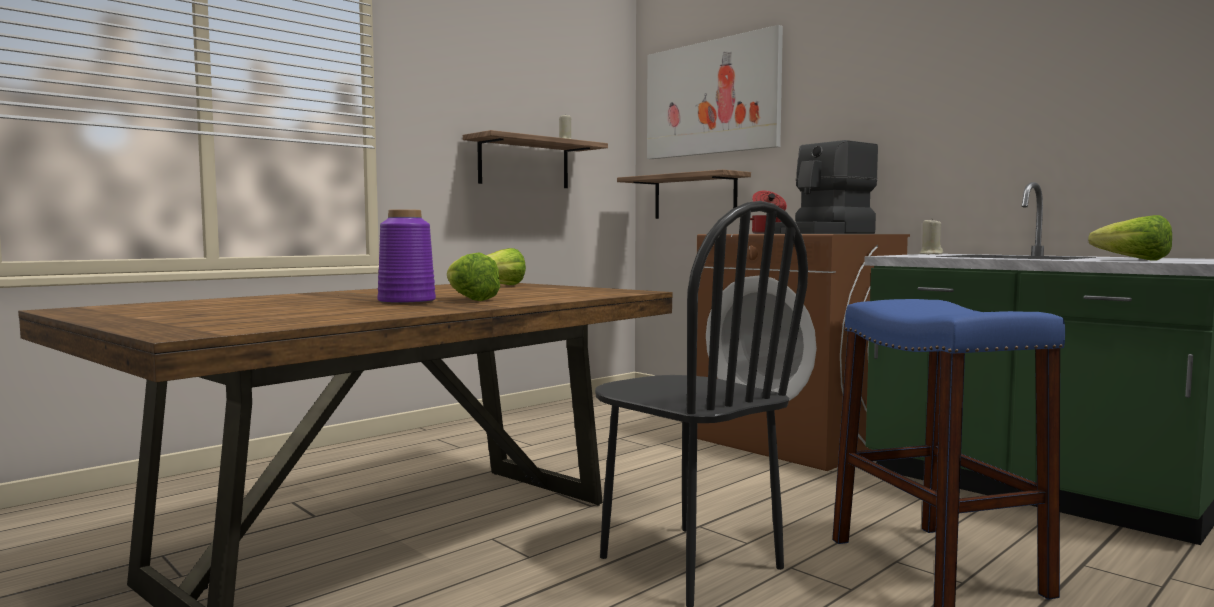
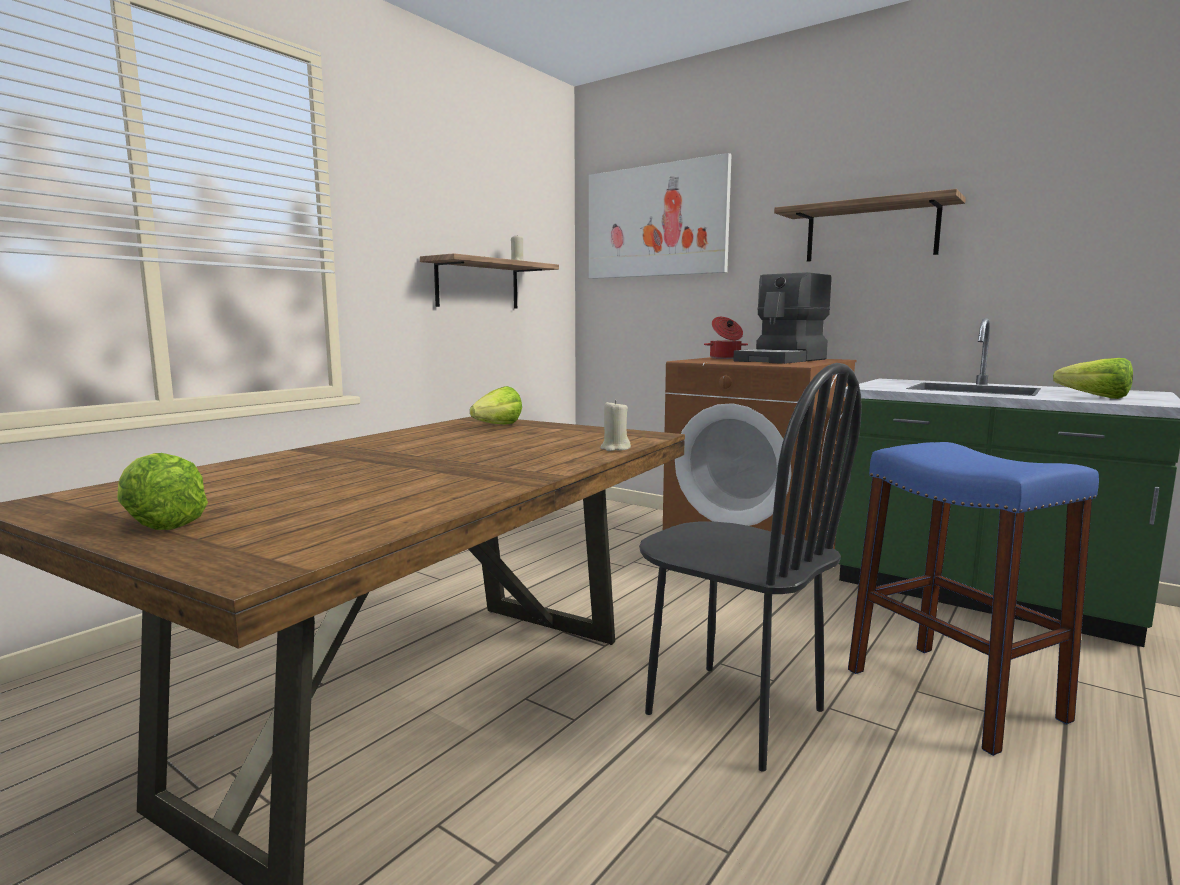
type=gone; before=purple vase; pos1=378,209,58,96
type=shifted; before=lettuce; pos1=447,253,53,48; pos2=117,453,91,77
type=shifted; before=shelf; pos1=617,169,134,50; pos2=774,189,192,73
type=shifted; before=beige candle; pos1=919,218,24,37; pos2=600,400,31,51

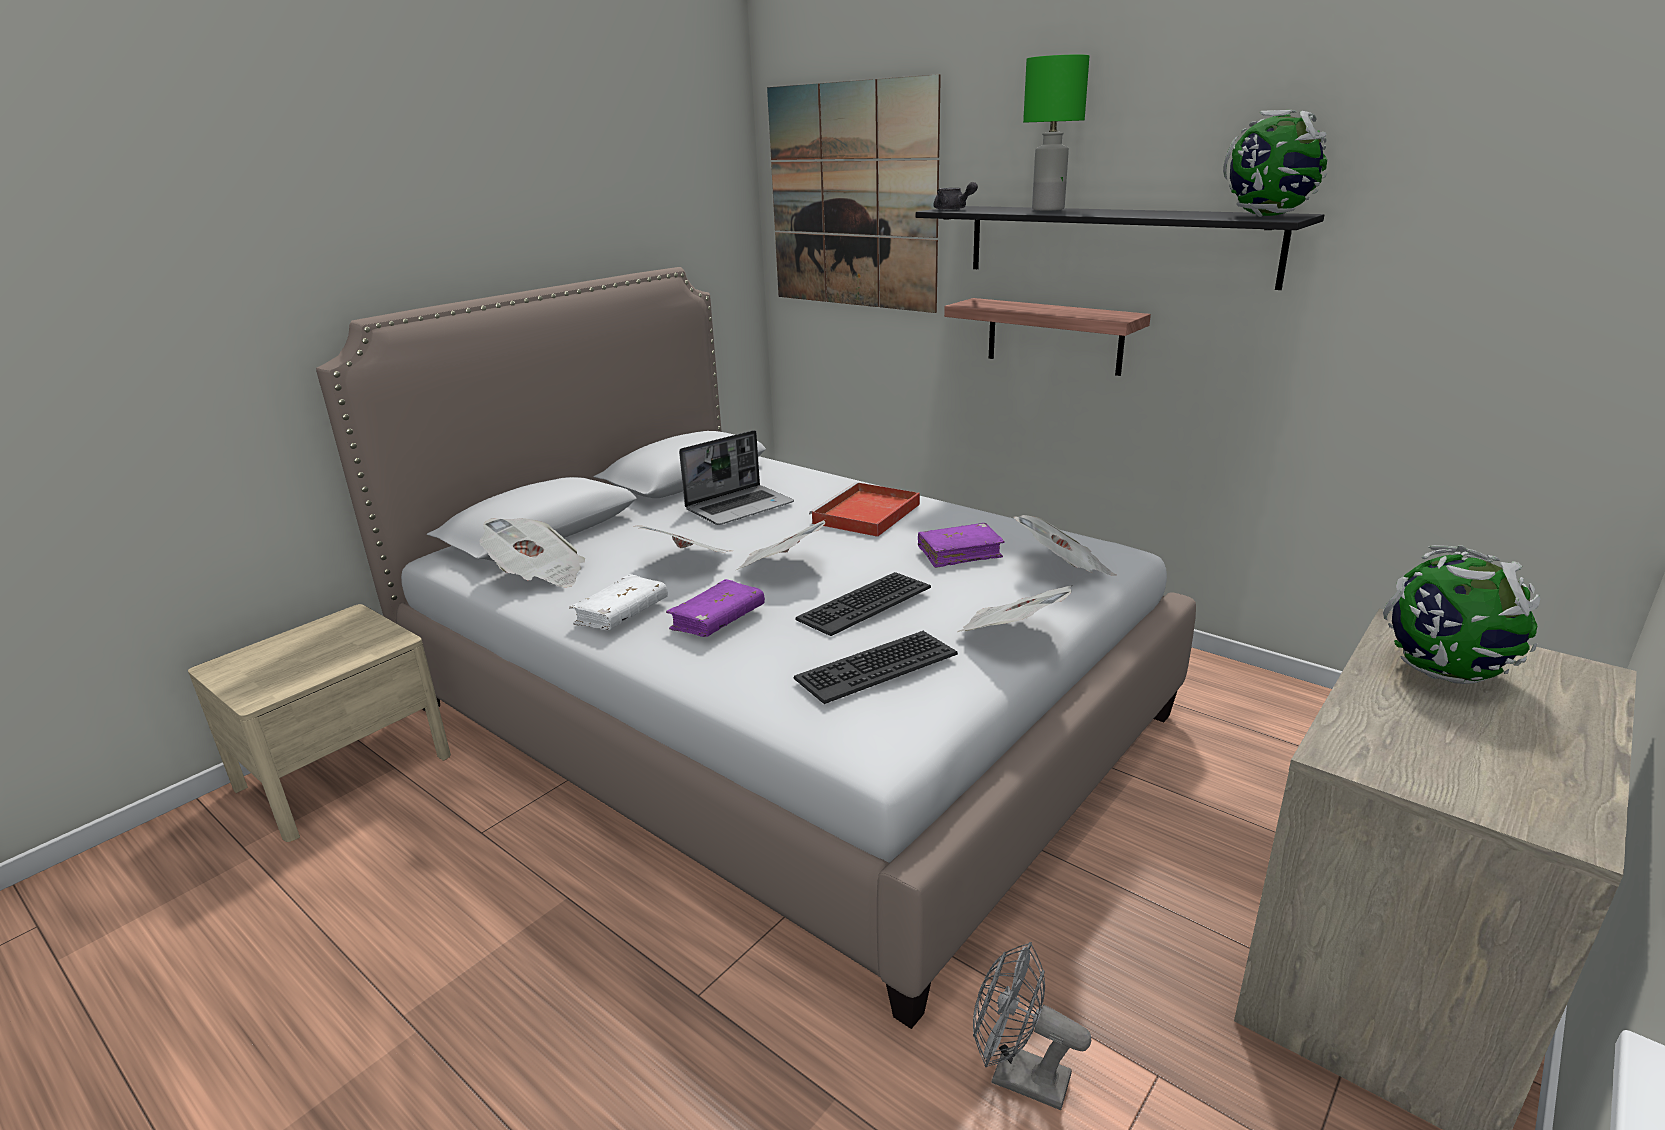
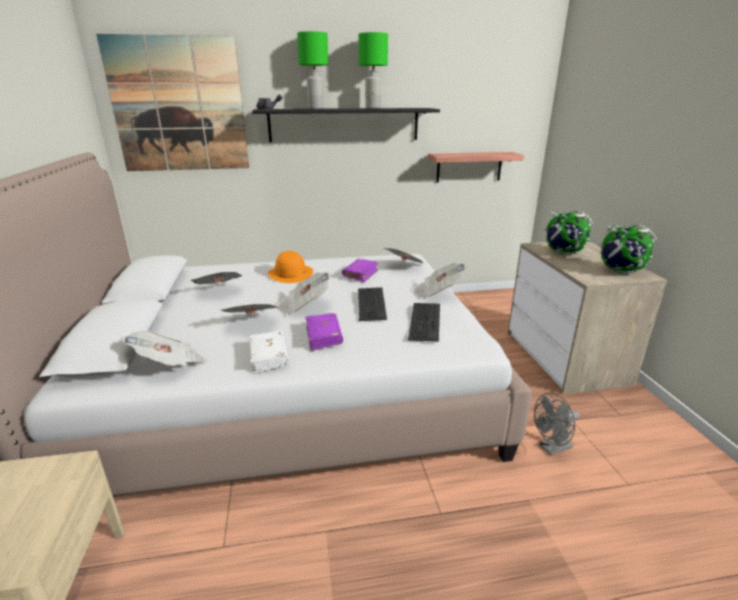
type=new; after=green table lamp; pos2=359,32,29,77
type=shifted; before=shelf; pos1=944,298,207,78; pos2=428,152,96,31
type=shifted; before=globe; pos1=1223,110,105,107; pos2=598,224,59,50
type=swapped; before=laptop; after=newspaper; pos1=679,430,115,95; pos2=191,272,51,12
type=swapped; before=red tray; after=orange hat; pos1=809,482,111,55; pos2=268,251,45,32

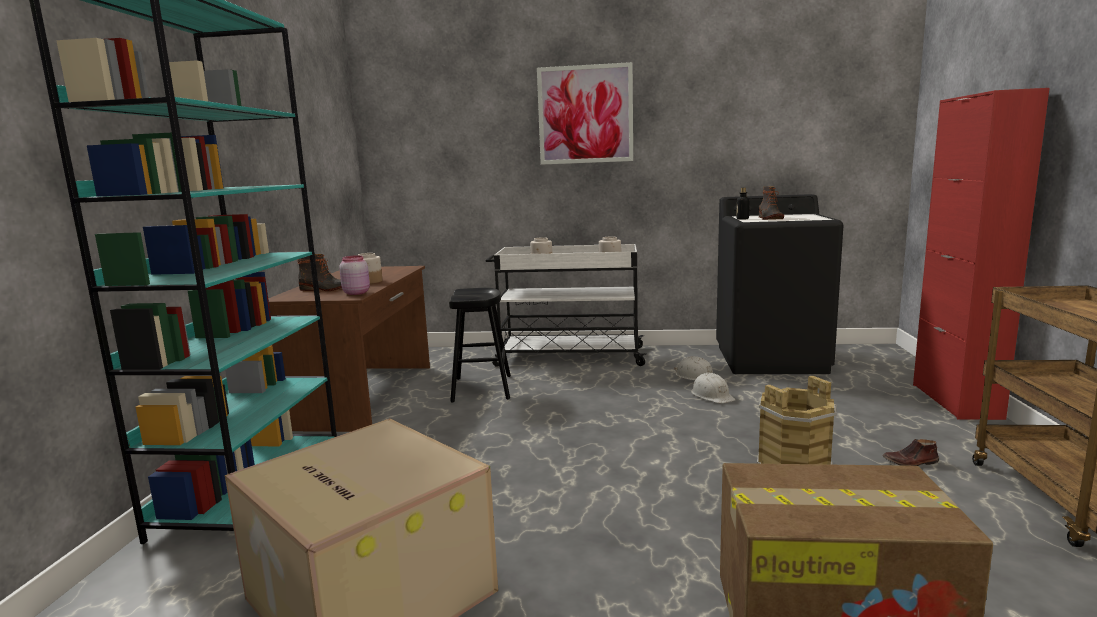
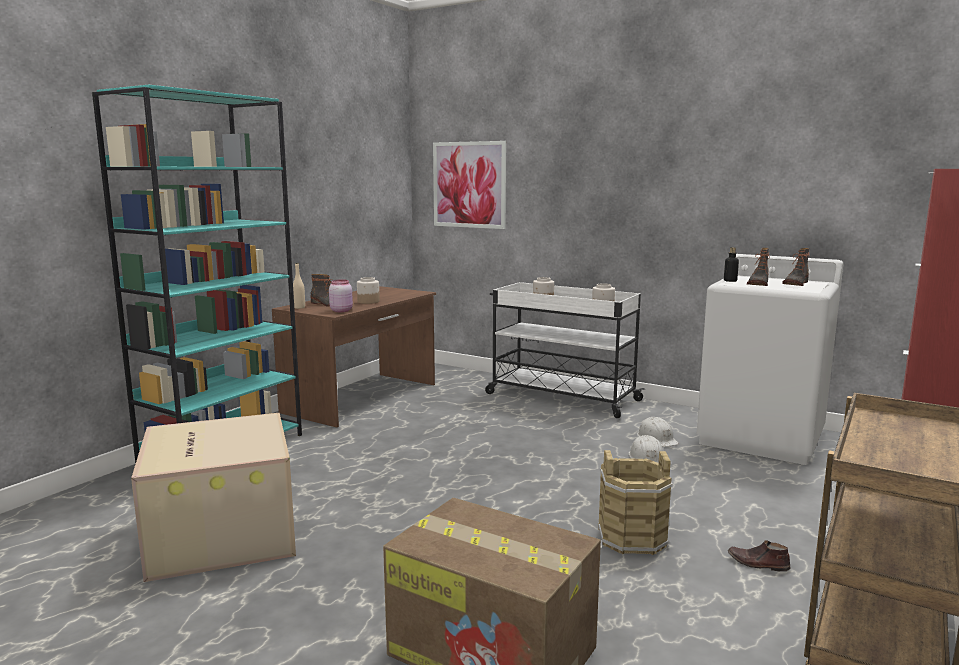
type=gone; before=black stool; pos1=449,288,62,114
type=new; after=beige bottle; pos2=293,263,12,46
type=new; after=boot; pos2=782,248,27,38
type=shifted; before=picture; pos1=537,62,96,103; pos2=433,141,73,88
type=repainted; before=black washing machine; after=white washing machine; pos1=716,194,128,180; pos2=697,254,147,211

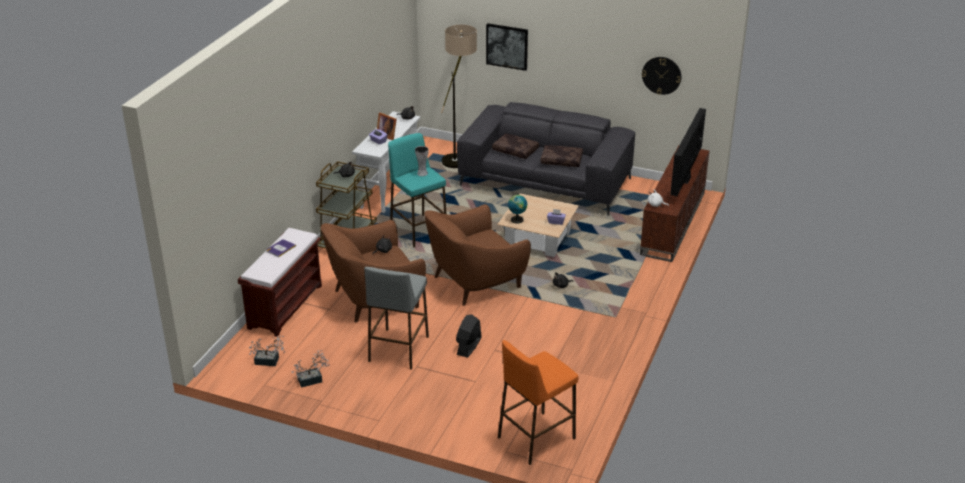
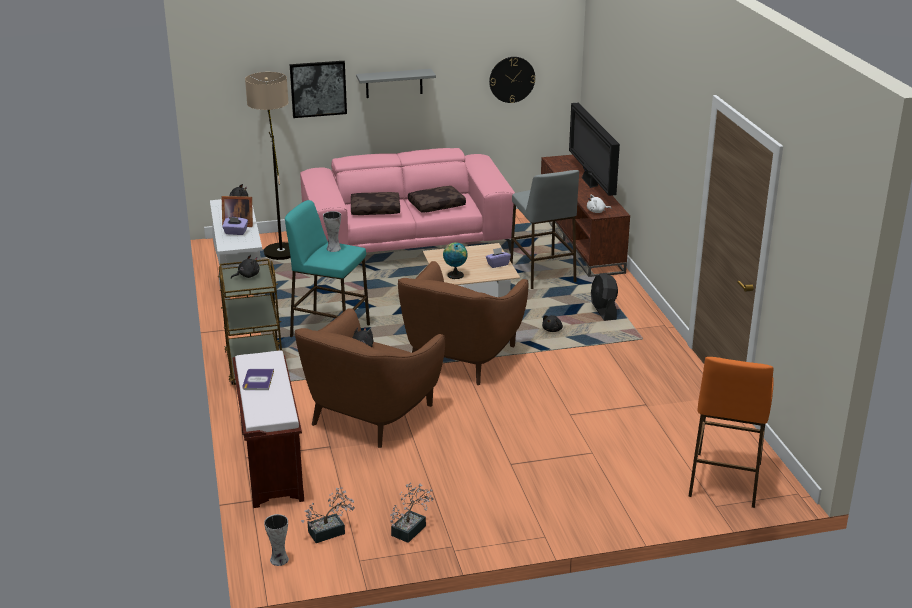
type=new; after=vase; pos2=264,514,25,52
type=new; after=grey shelf; pos2=356,69,80,29
type=shifted; before=grey stool; pos1=364,267,65,103; pos2=510,170,69,119
type=shifted; before=black fan; pos1=456,314,26,44; pos2=591,273,27,48
type=repainted; before=grey sofa; after=pink sofa; pos1=457,102,178,114; pos2=300,148,215,105

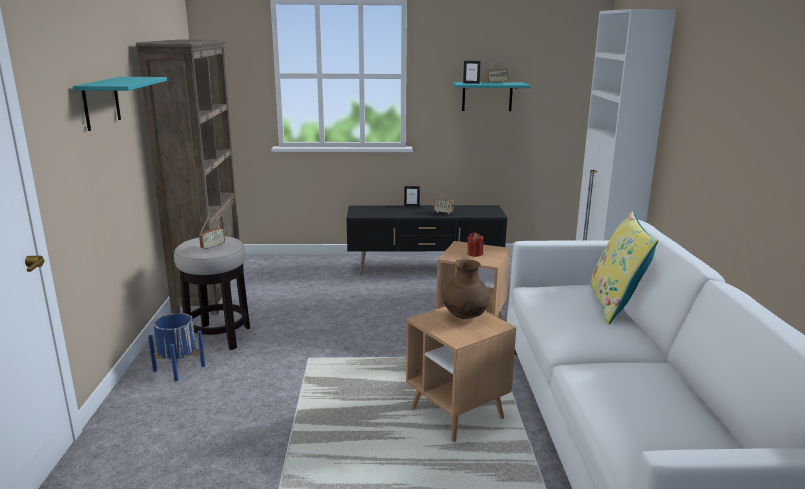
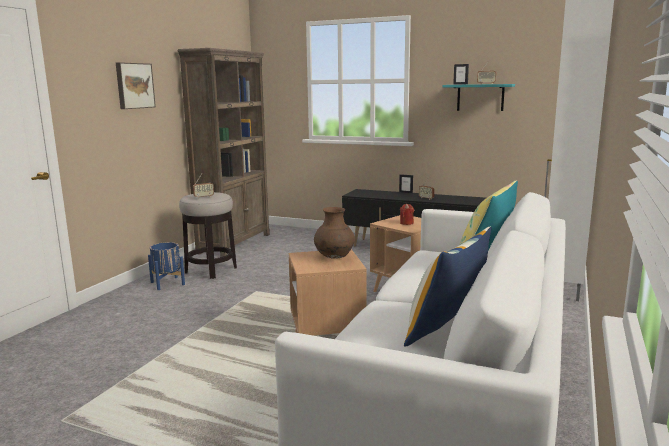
type=new; after=pillow; pos2=404,226,87,121
type=swapped; before=turquoise shelf; after=picture; pos1=73,77,94,54; pos2=116,62,40,47

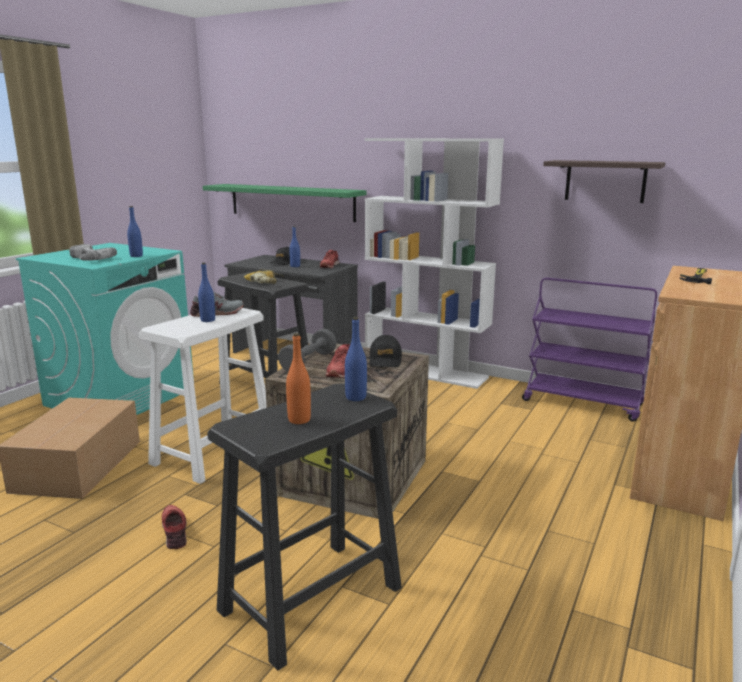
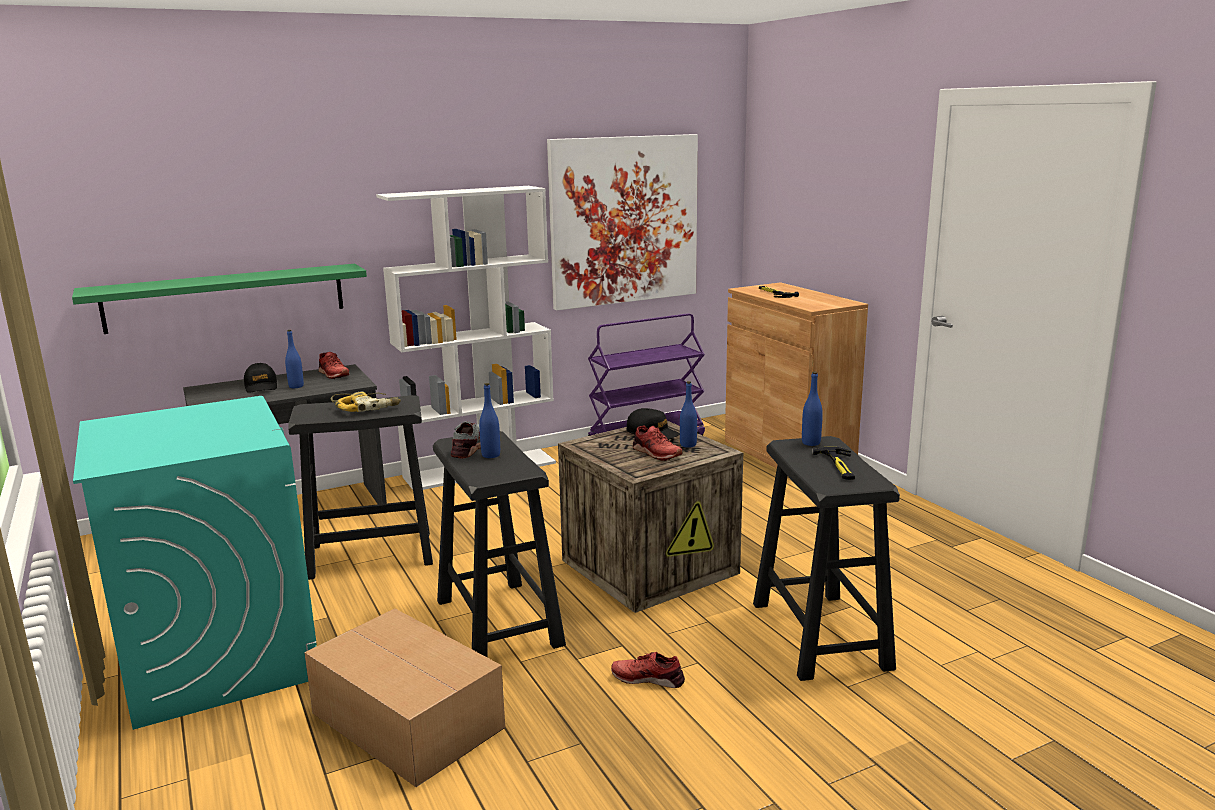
type=gone; before=power drill; pos1=69,244,48,17
type=gone; before=grey dumbbell; pos1=278,329,59,43
type=shifted; before=blue bottle; pos1=127,206,16,51; pos2=680,381,17,67
type=swapped; before=orange bottle; after=hammer; pos1=286,333,25,91; pos2=812,447,43,33
type=swapped; before=shelf; after=picture; pos1=543,160,122,43; pos2=547,134,151,176
type=repainted; before=white stool; after=black stool; pos1=139,308,128,176; pos2=433,431,133,227

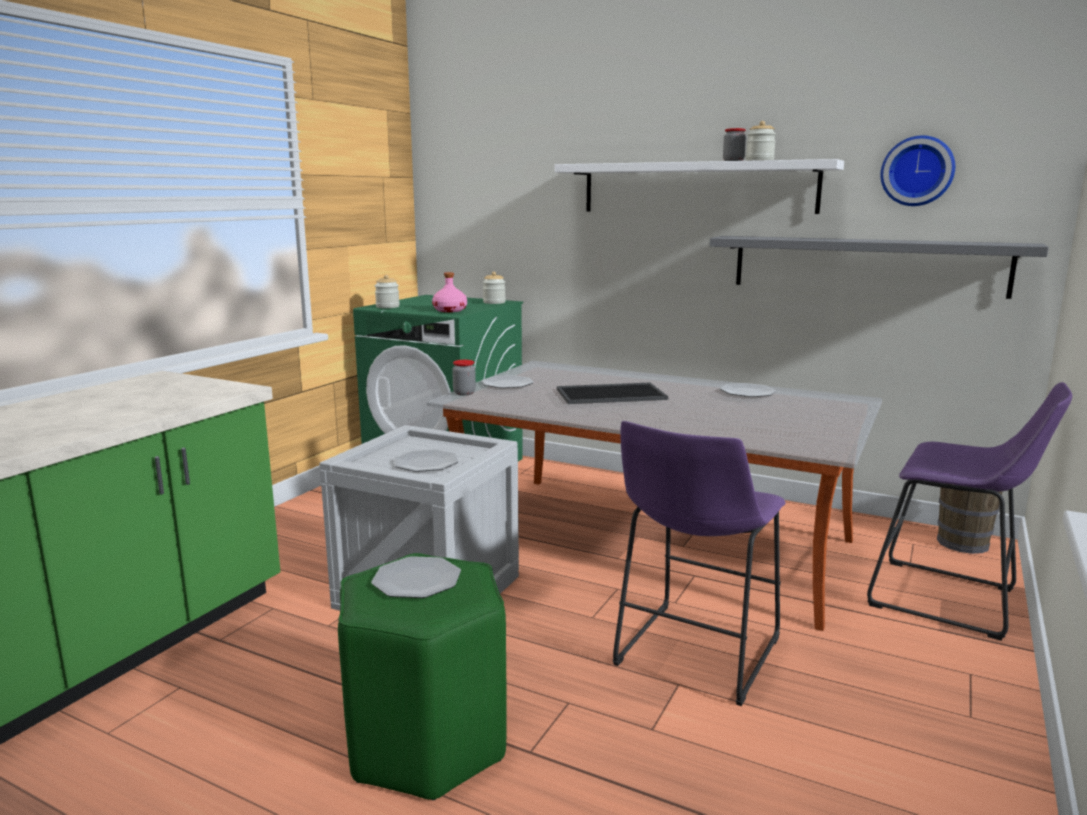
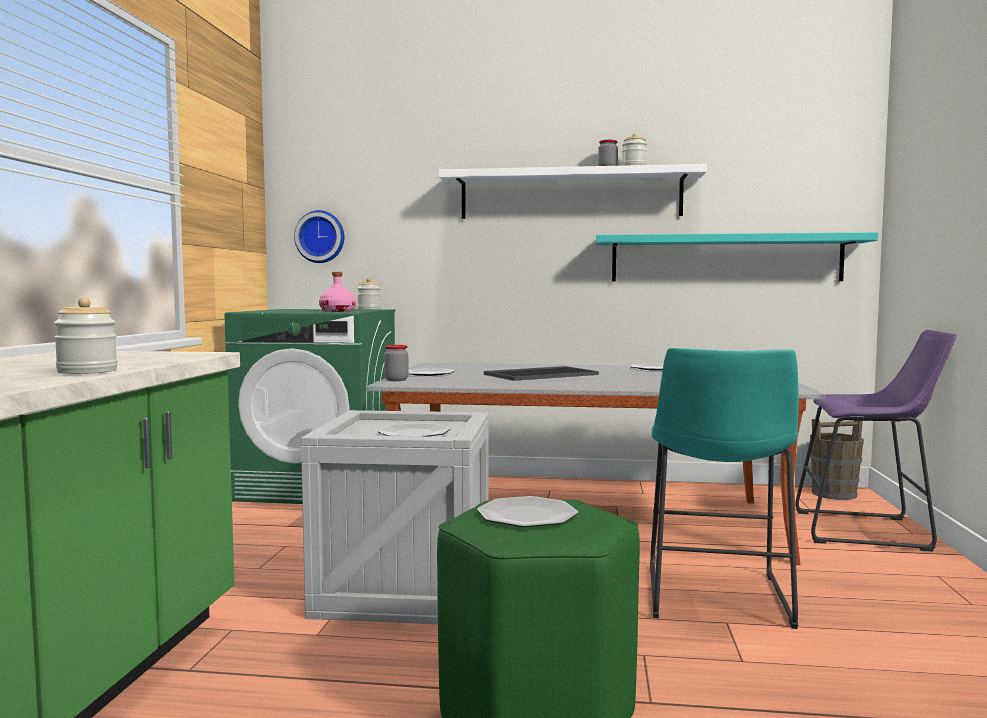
type=shifted; before=jar; pos1=375,275,25,33; pos2=54,297,64,77
type=shifted; before=wall clock; pos1=881,136,74,70; pos2=294,210,50,53
type=repainted; before=purple stool; after=turquoise stool; pos1=613,421,173,285; pos2=650,348,148,281
type=repainted; before=grey shelf; after=turquoise shelf; pos1=709,236,340,63; pos2=596,232,282,49

